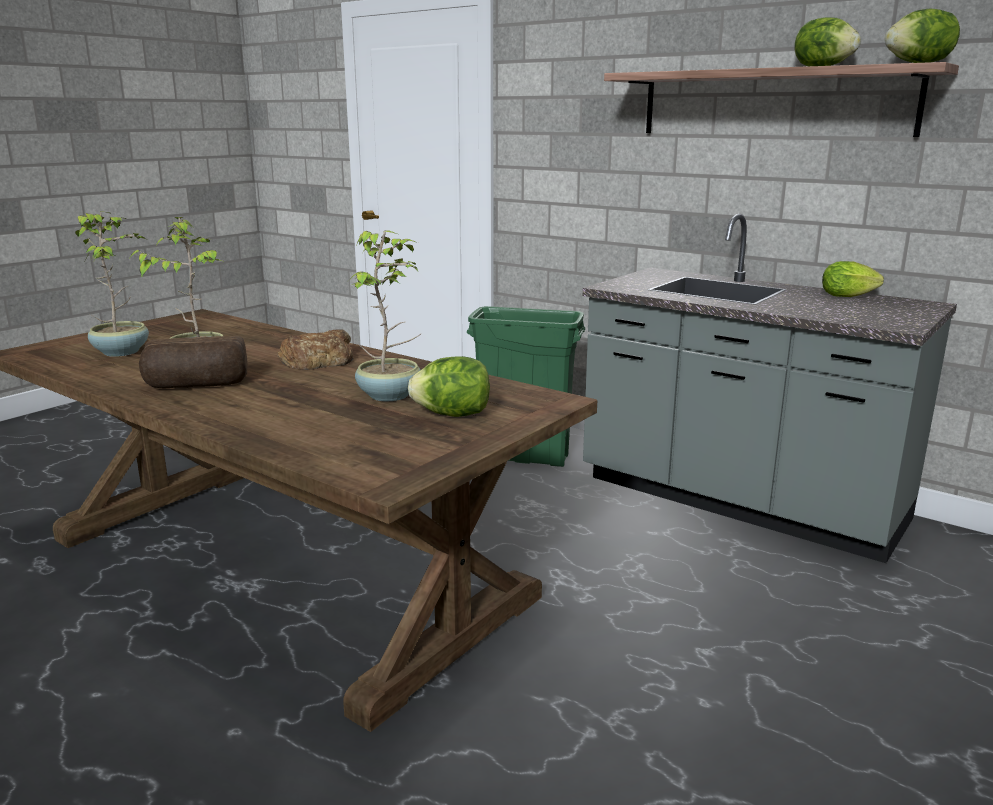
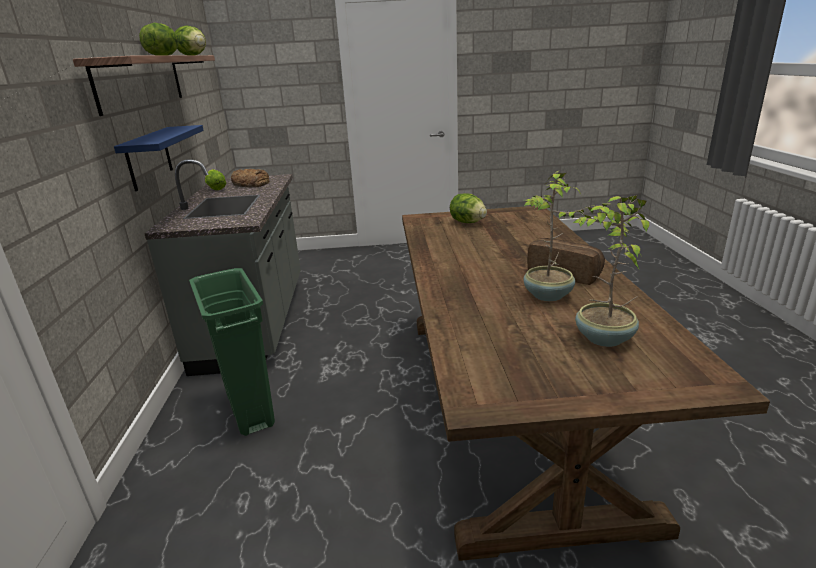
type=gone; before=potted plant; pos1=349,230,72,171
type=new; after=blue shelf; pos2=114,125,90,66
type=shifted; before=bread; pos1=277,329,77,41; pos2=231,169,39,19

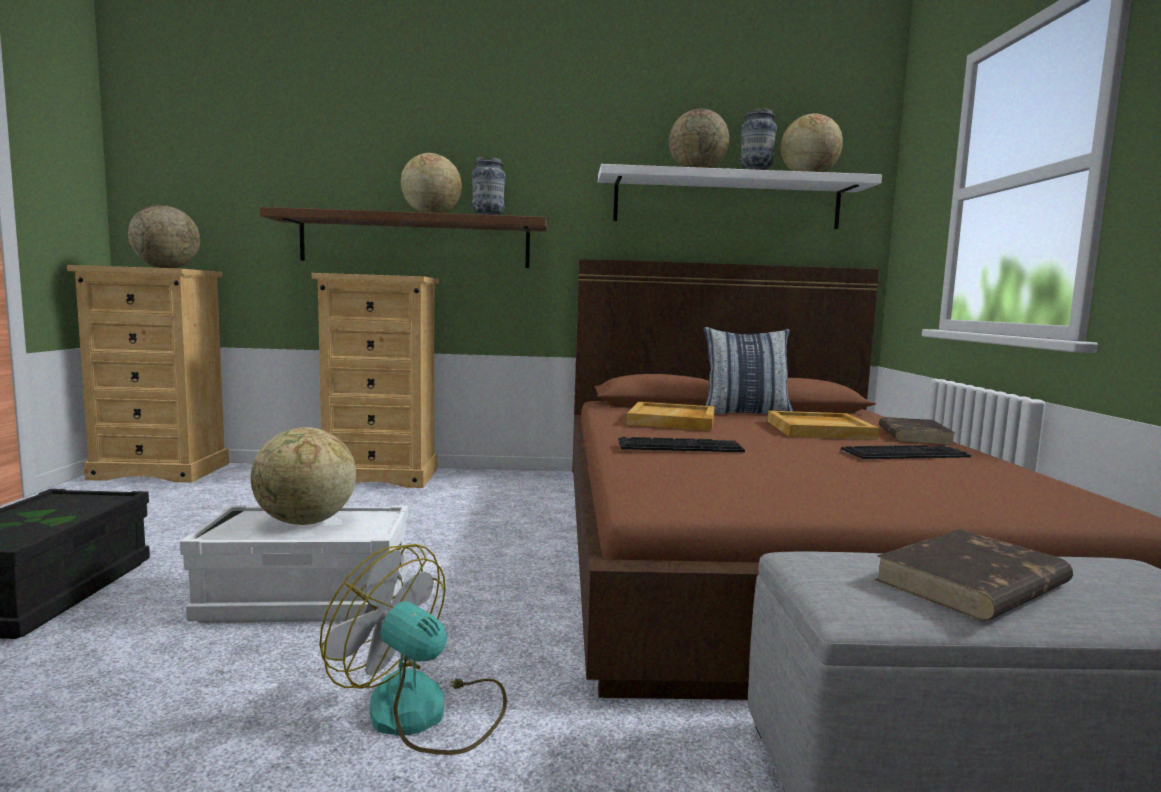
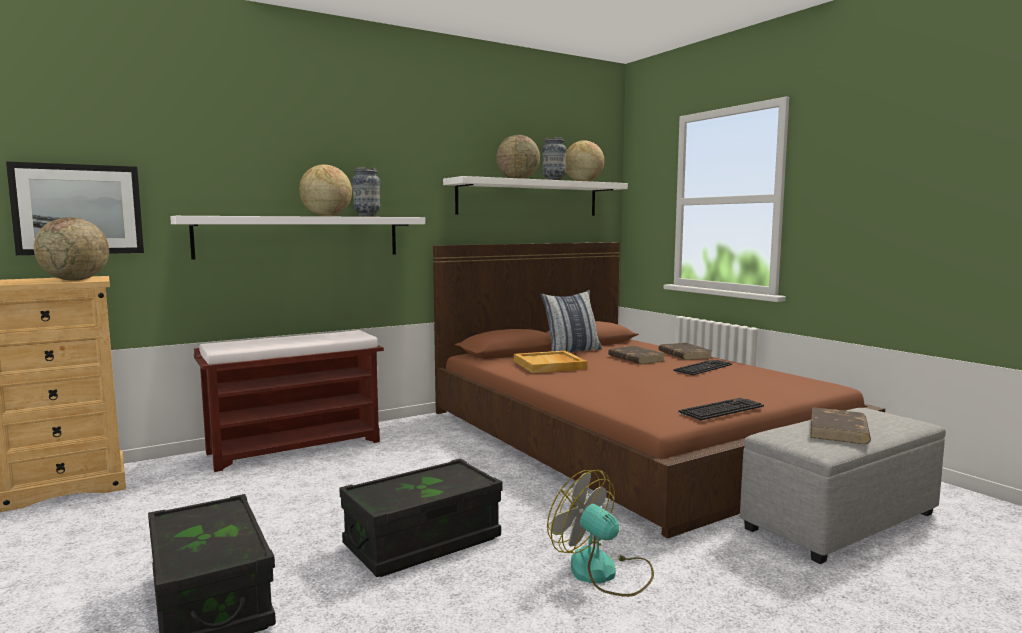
type=gone; before=globe; pos1=251,427,105,98
type=new; after=picture; pos2=6,161,138,94
type=shifted; before=keyboard; pos1=618,437,127,15; pos2=678,398,86,23
type=swapped; before=beige dresser; after=brown bench; pos1=312,273,127,215; pos2=194,330,190,142
type=swapped; before=beige tray; after=brown book; pos1=768,411,111,29; pos2=608,346,57,18
type=repainted; before=white storage box; after=black storage box; pos1=180,505,228,118; pos2=339,458,164,119
type=repainted; before=brown shelf; after=white shelf; pos1=259,207,288,61; pos2=170,216,255,44
type=rotated; before=fan; pos1=319,544,188,211; pos2=547,470,107,127; turn=45

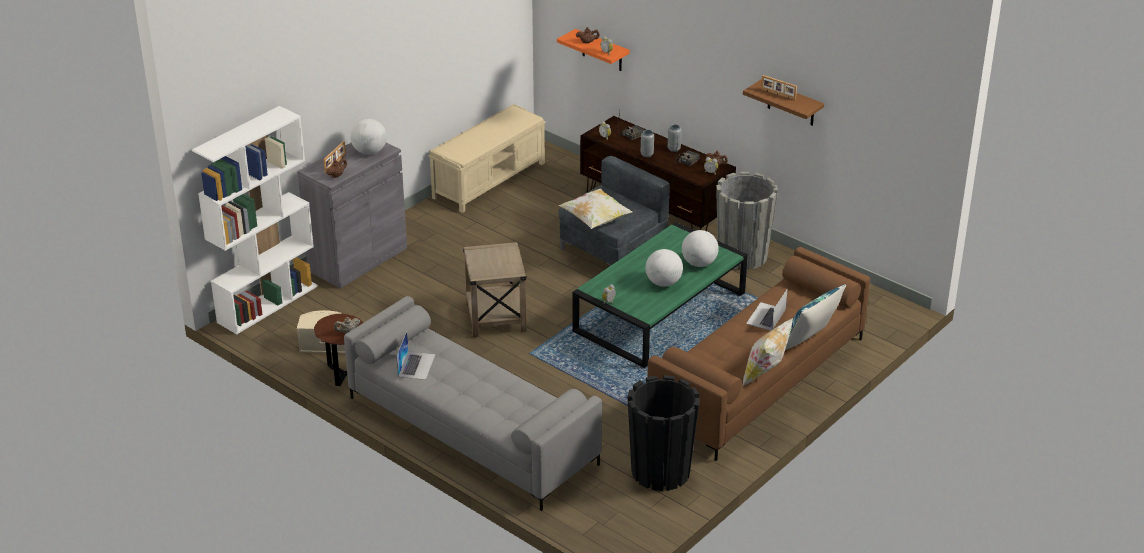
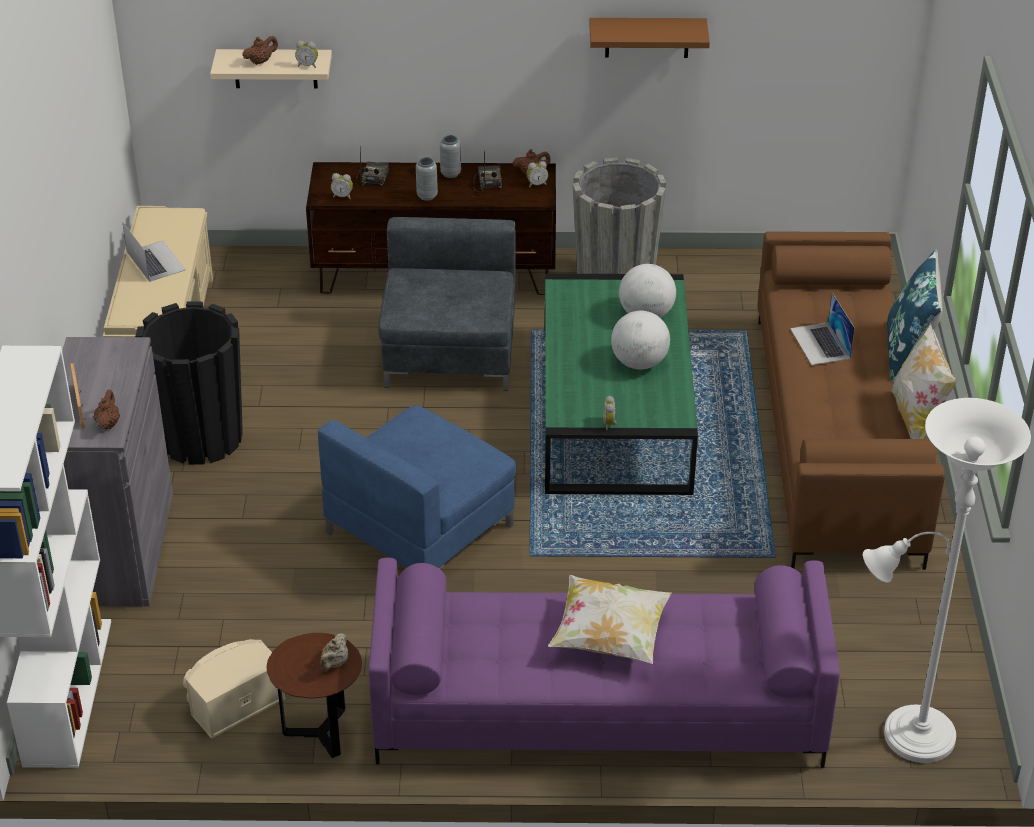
type=gone; before=globe; pos1=350,118,37,37
type=gone; before=picture frame; pos1=761,75,36,25
type=new; after=white floor lamp; pos2=863,398,168,365
type=shifted; before=laptop; pos1=397,331,38,49; pos2=122,222,64,60
type=shifted; before=pillow; pos1=559,189,73,40; pos2=548,575,124,89
type=shifted; before=black planter; pos1=628,375,72,116; pos2=135,301,108,164
type=swapped; before=beige side table; after=blue armchair; pos1=463,242,64,95; pos2=318,405,198,164
type=repainted; before=grey sofa; after=purple sofa; pos1=344,296,258,215; pos2=369,558,471,210
type=repainted; before=orange shelf; after=beige shelf; pos1=557,29,73,42; pos2=210,49,122,40

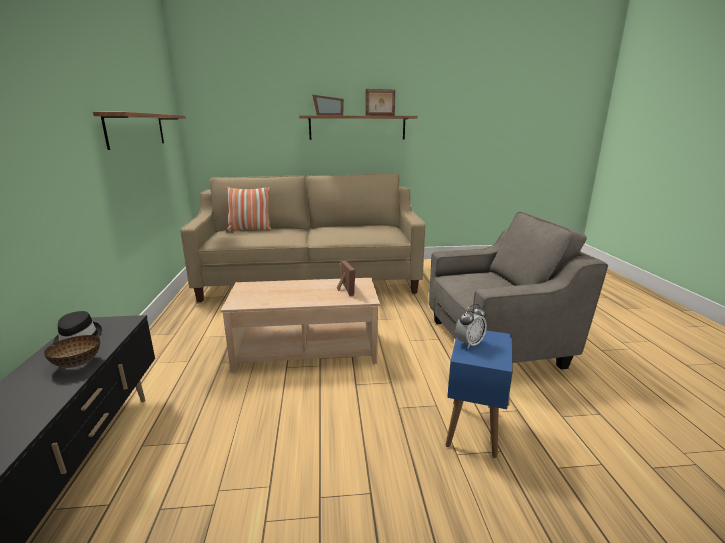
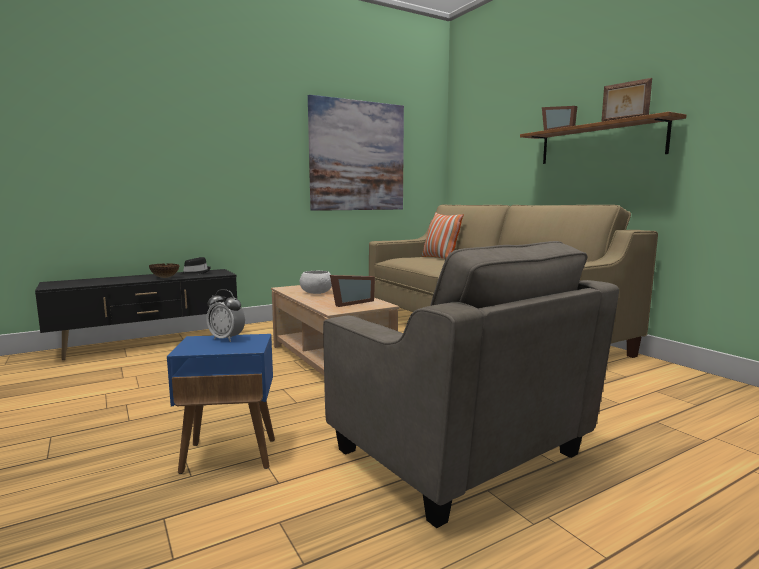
type=new; after=white bowl; pos2=300,271,32,23
type=swapped; before=shelf; after=picture; pos1=93,112,93,38; pos2=308,95,96,116

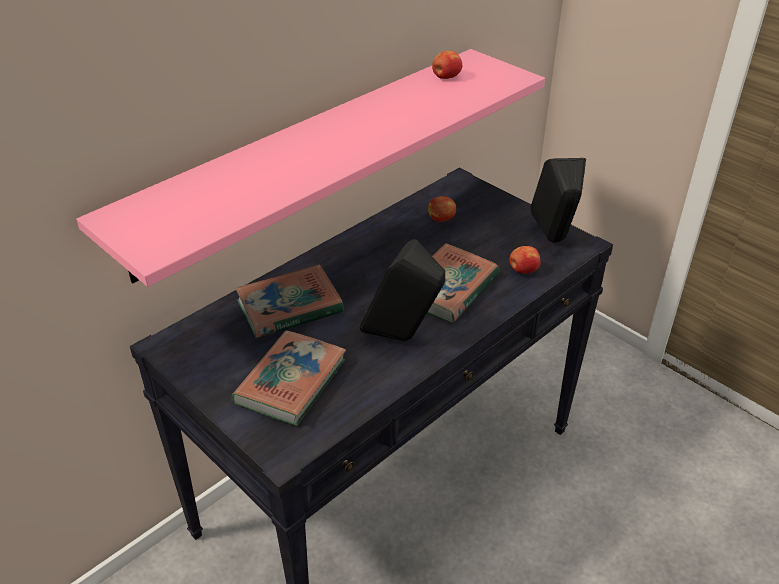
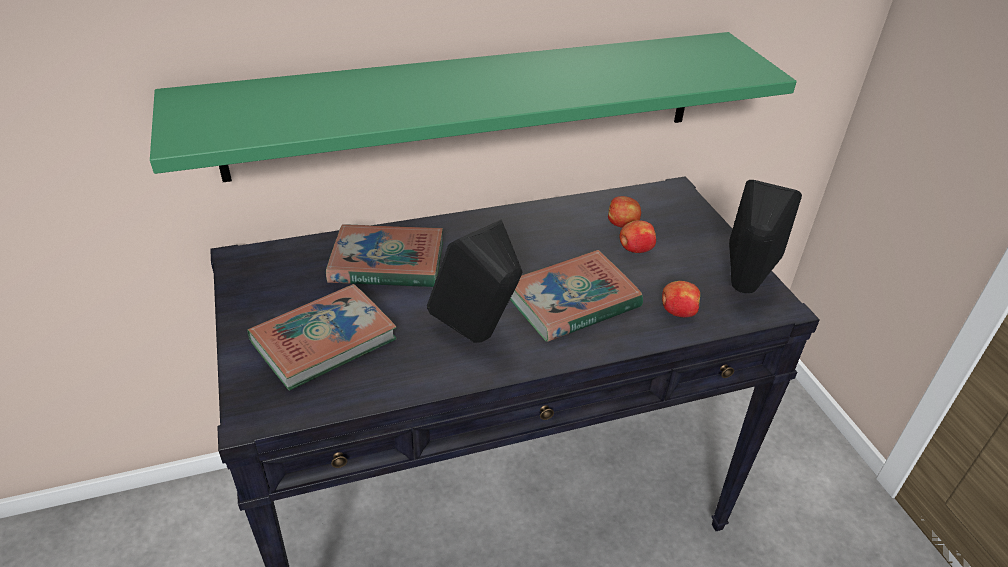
type=shifted; before=apple; pos1=432,51,30,28; pos2=619,220,37,33
type=repainted; before=pink shelf; after=green shelf; pos1=76,49,469,238; pos2=150,32,647,150

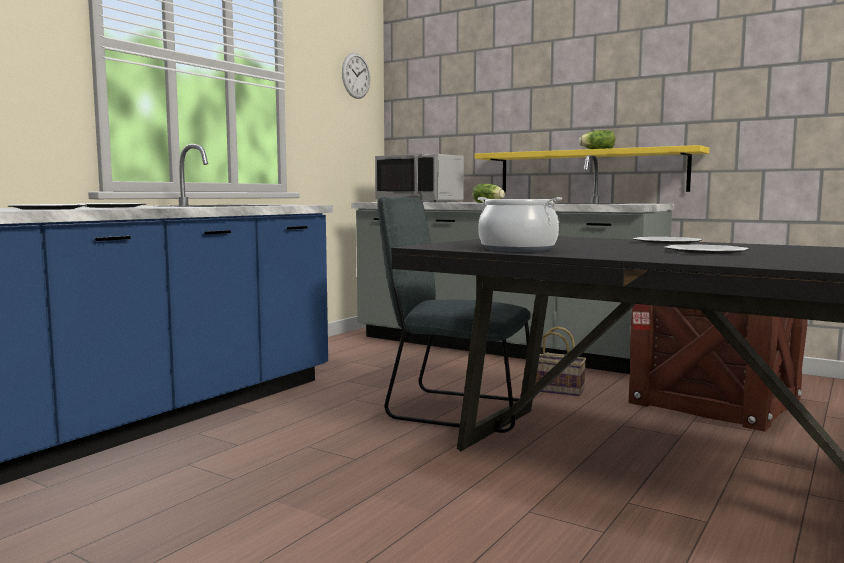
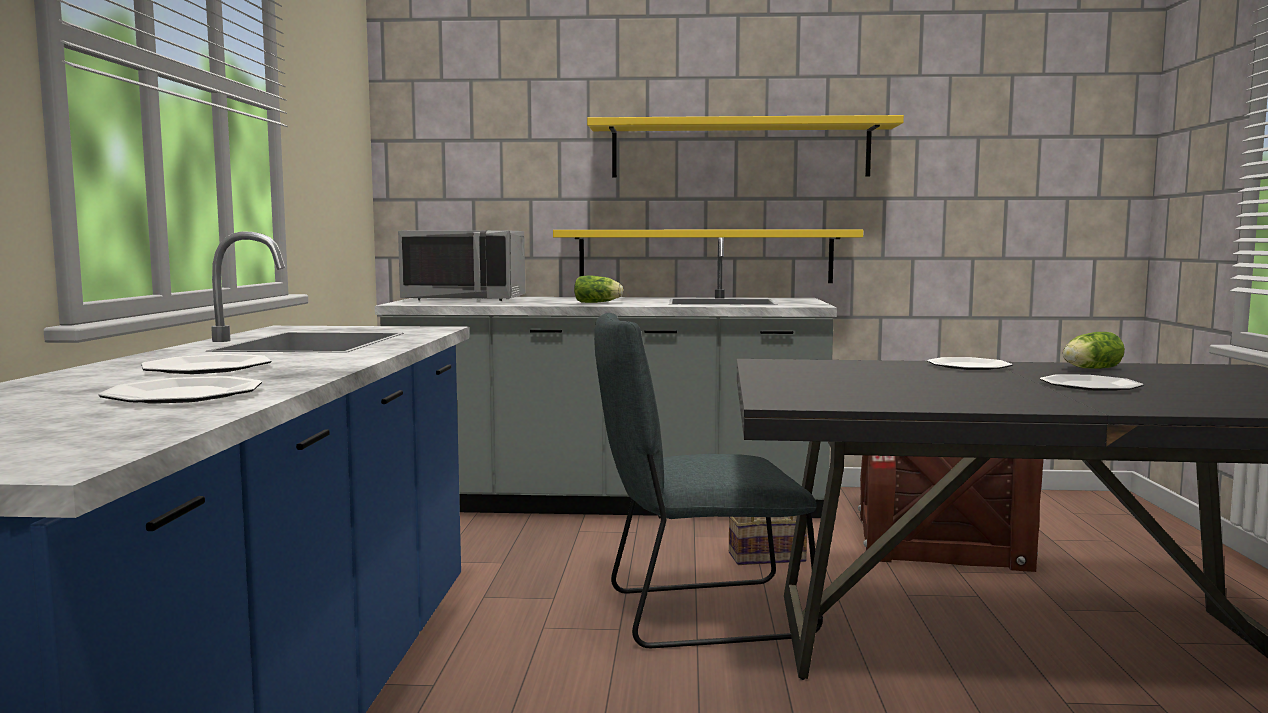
type=gone; before=wall clock; pos1=342,53,28,46
type=gone; before=cooking pot; pos1=477,197,85,55
type=new; after=yellow shelf; pos2=587,115,317,63
type=shifted; before=lettuce; pos1=579,130,36,19; pos2=1063,332,62,37

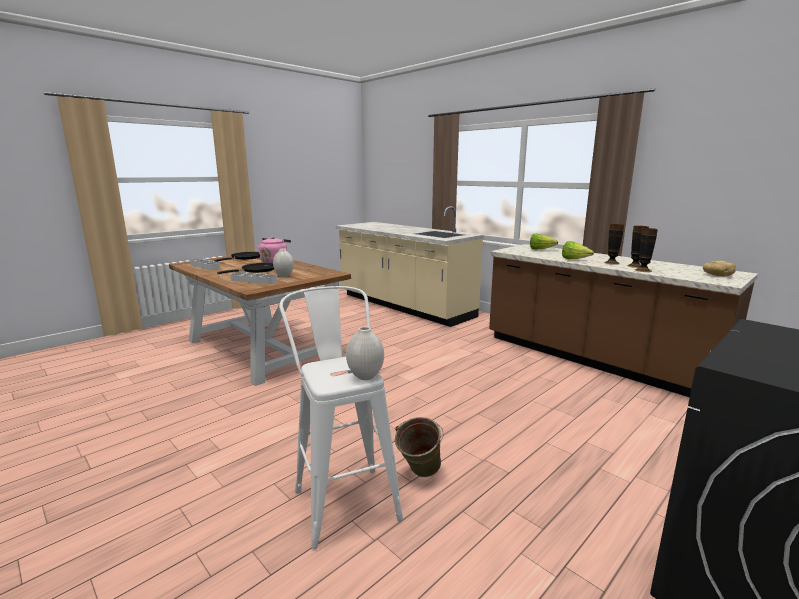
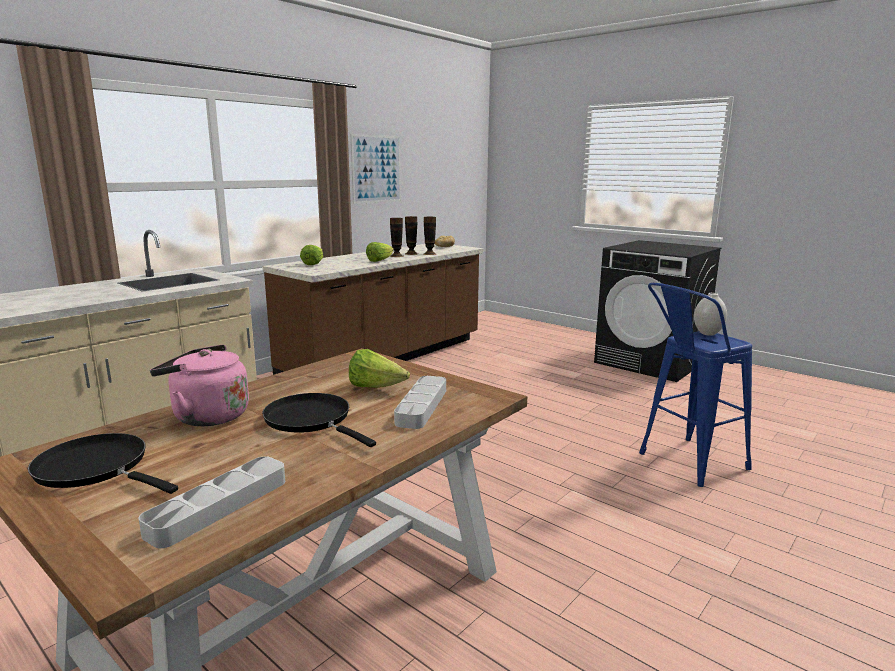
type=gone; before=green bucket; pos1=395,417,49,60
type=new; after=picture; pos2=350,134,51,70
type=swapped; before=white vase; after=lettuce; pos1=273,248,21,29; pos2=349,349,61,39
type=repainted; before=white stool; after=blue stool; pos1=279,286,124,263; pos2=639,283,113,204

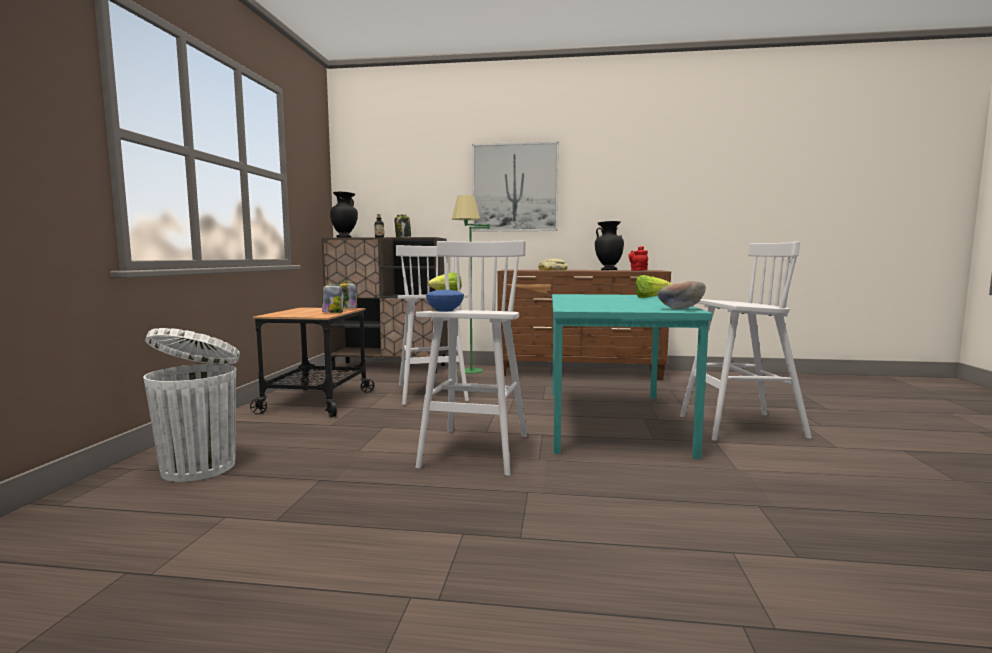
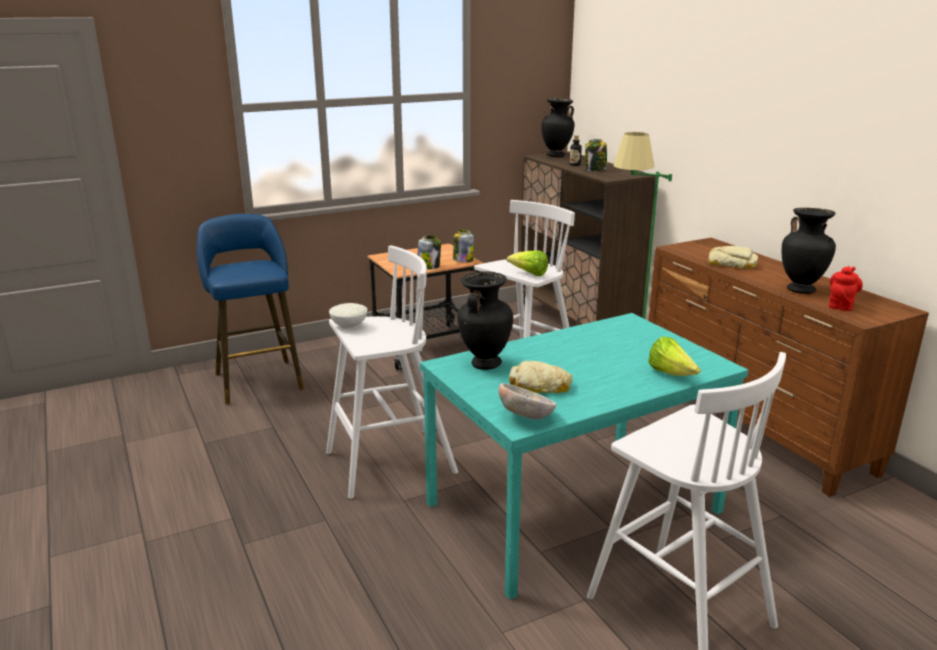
type=gone; before=picture; pos1=472,141,87,91
type=new; after=black vase; pos2=458,271,55,99
type=new; after=bread; pos2=509,361,63,32
type=swapped; before=white trash can; after=blue stool; pos1=143,328,97,154; pos2=197,214,107,190
type=repainted; before=blue bowl; after=white bowl; pos1=426,290,38,21; pos2=329,303,38,26

